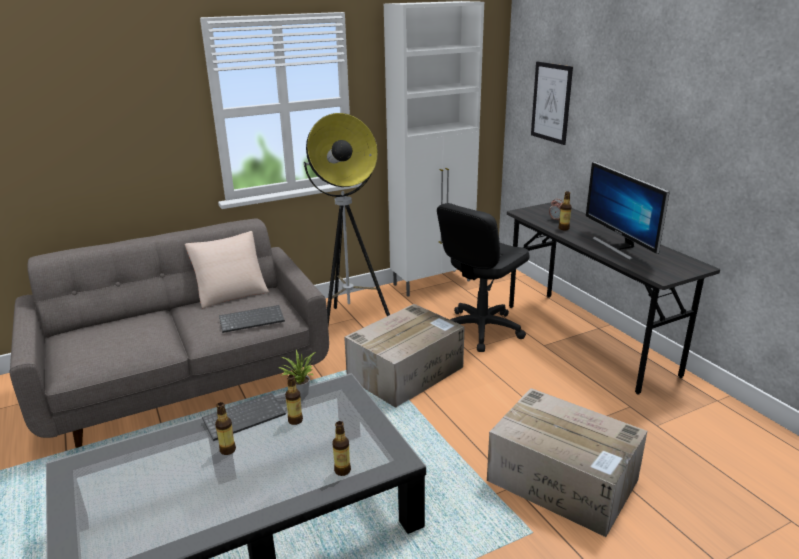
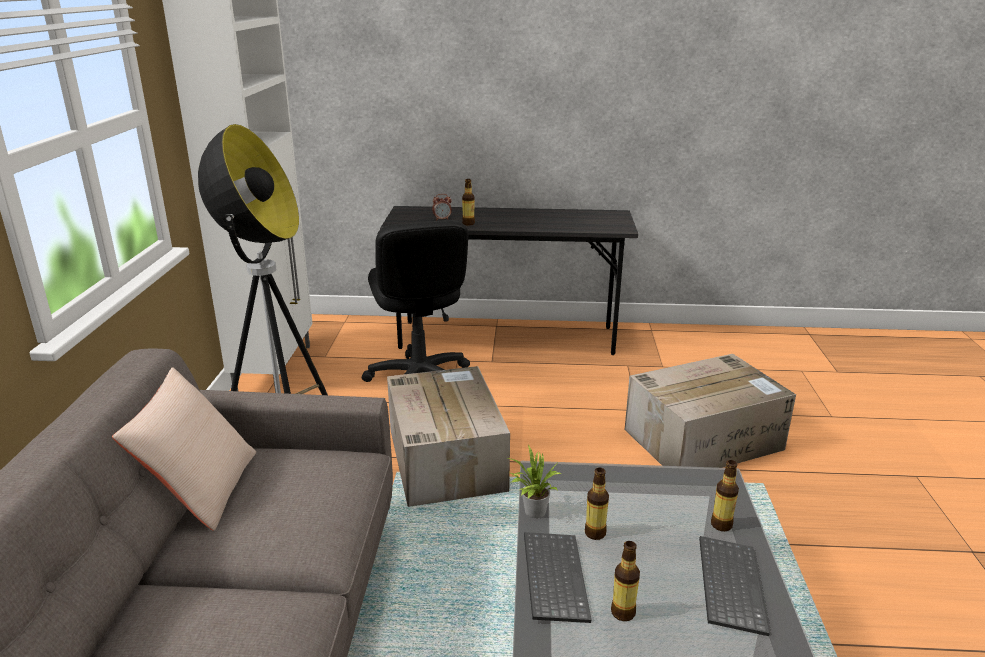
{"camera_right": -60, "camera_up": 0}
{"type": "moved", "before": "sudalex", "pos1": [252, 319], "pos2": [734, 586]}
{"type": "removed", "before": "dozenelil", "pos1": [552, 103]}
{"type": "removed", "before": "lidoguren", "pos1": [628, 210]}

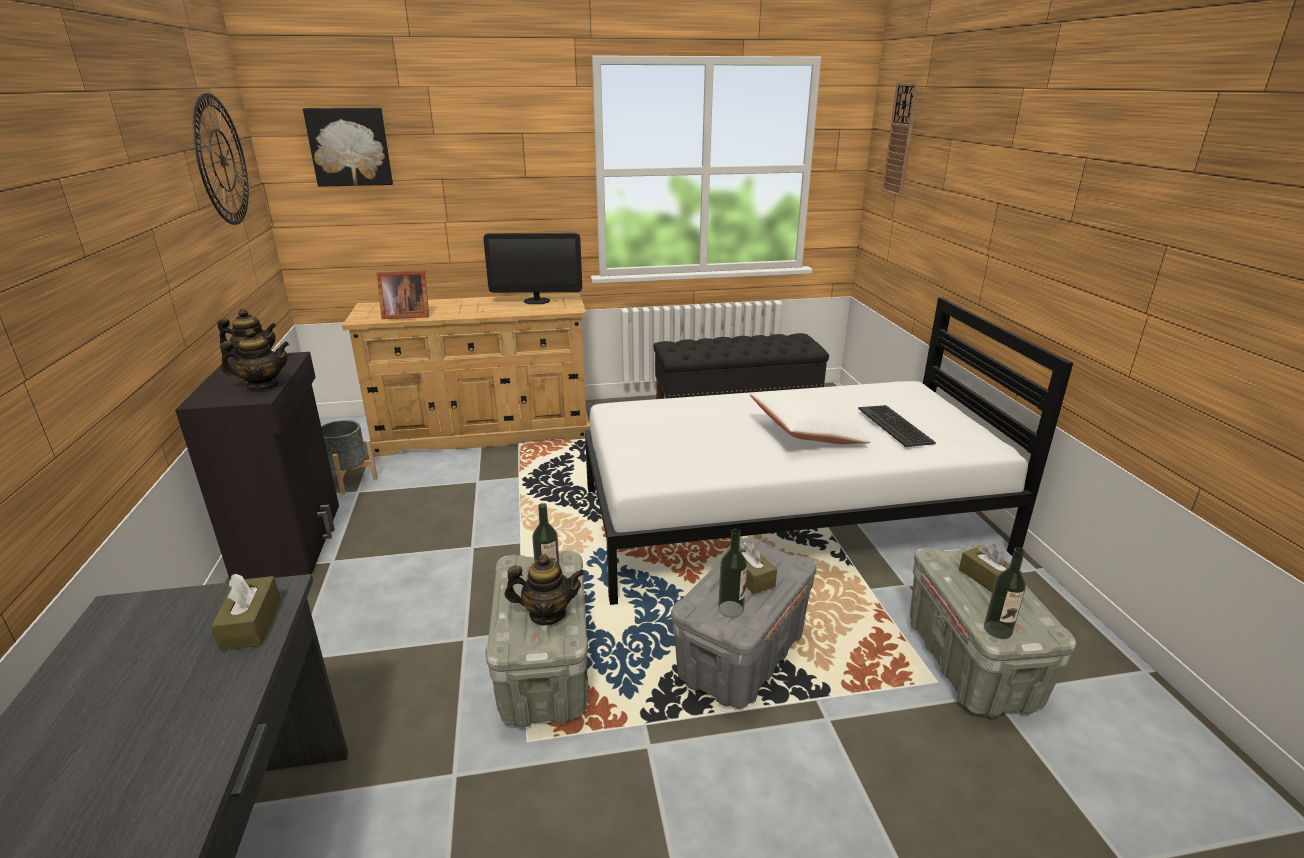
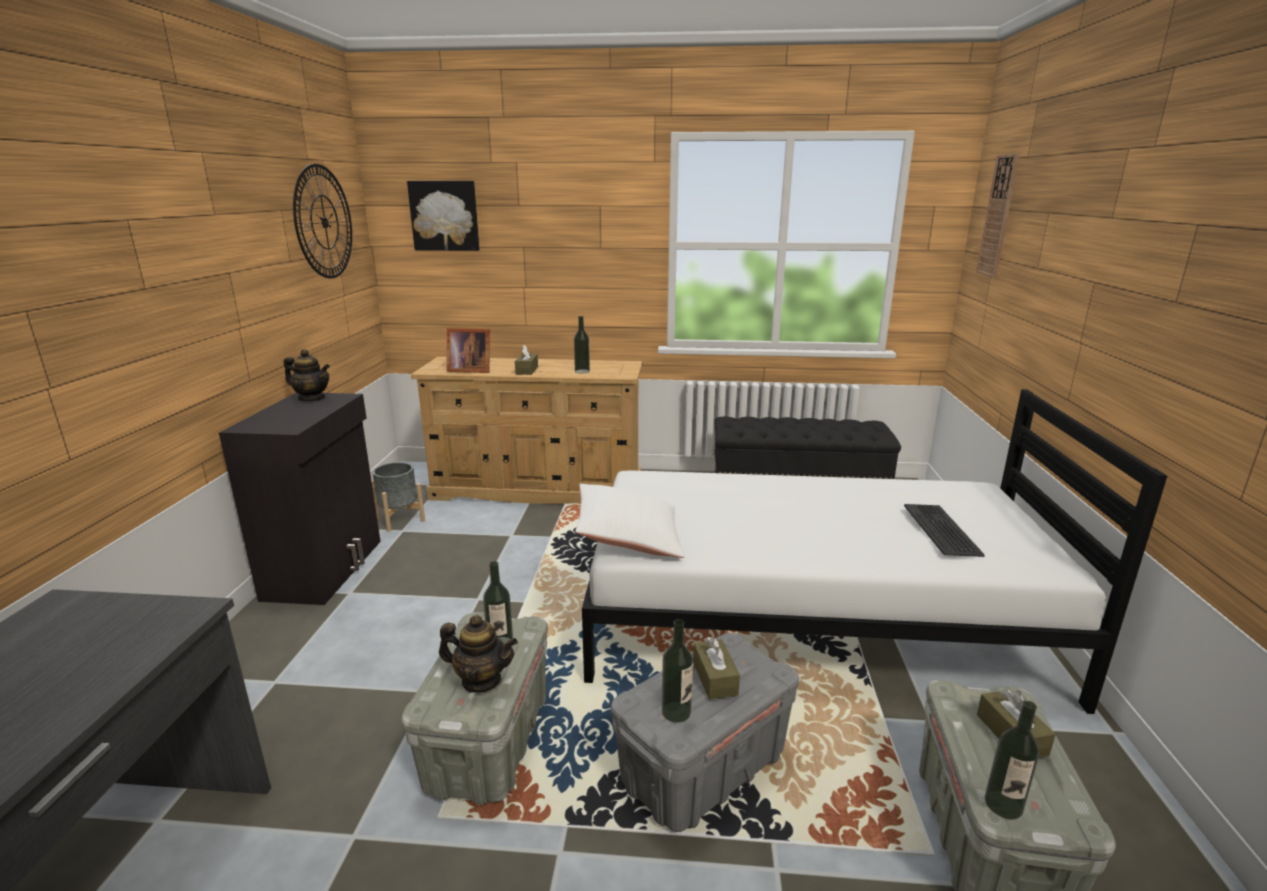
{"camera_right": 15, "camera_up": -5}
{"type": "moved", "before": "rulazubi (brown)", "pos1": [246, 612], "pos2": [526, 359]}
{"type": "removed", "before": "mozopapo", "pos1": [255, 359]}
{"type": "removed", "before": "lidoguren", "pos1": [532, 268]}
{"type": "moved", "before": "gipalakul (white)", "pos1": [810, 418], "pos2": [630, 521]}
{"type": "added", "after": "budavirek", "pos2": [582, 345]}

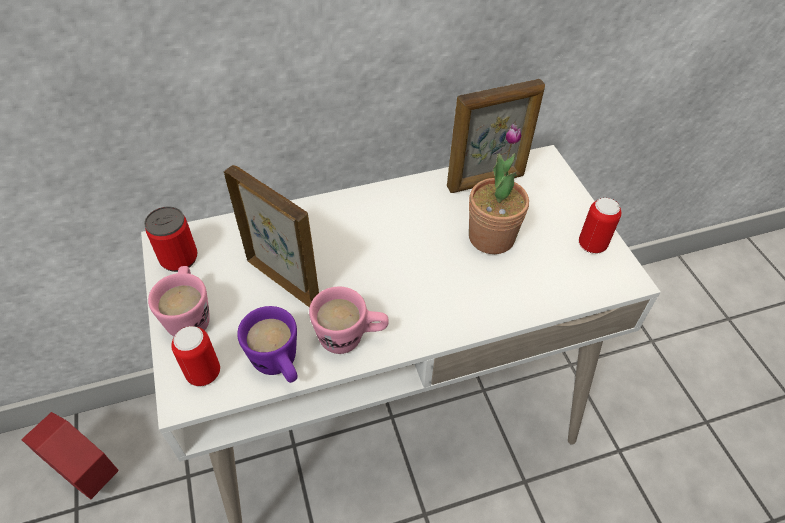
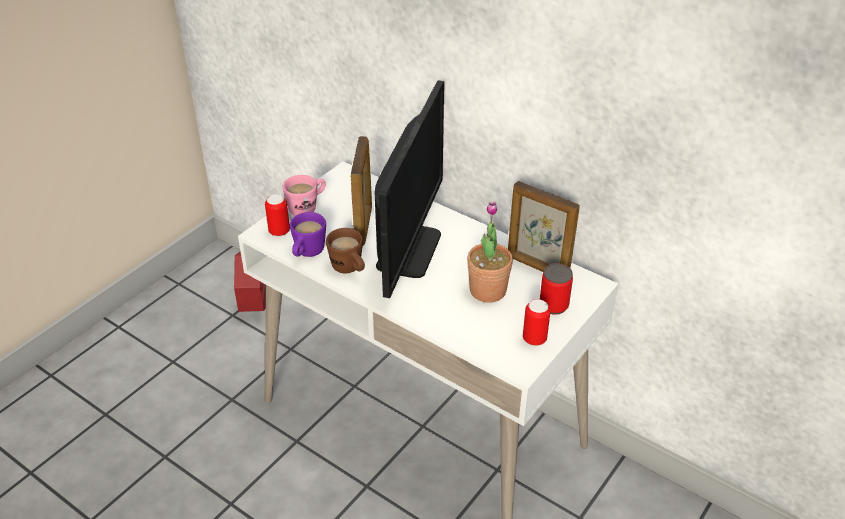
{"camera_right": 55, "camera_up": -10}
{"type": "moved", "before": "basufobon", "pos1": [171, 239], "pos2": [556, 289]}
{"type": "recoloured", "before": "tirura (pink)", "after": "tirura (brown)", "pos1": [349, 320], "pos2": [345, 250]}
{"type": "added", "after": "lidoguren", "pos2": [409, 189]}

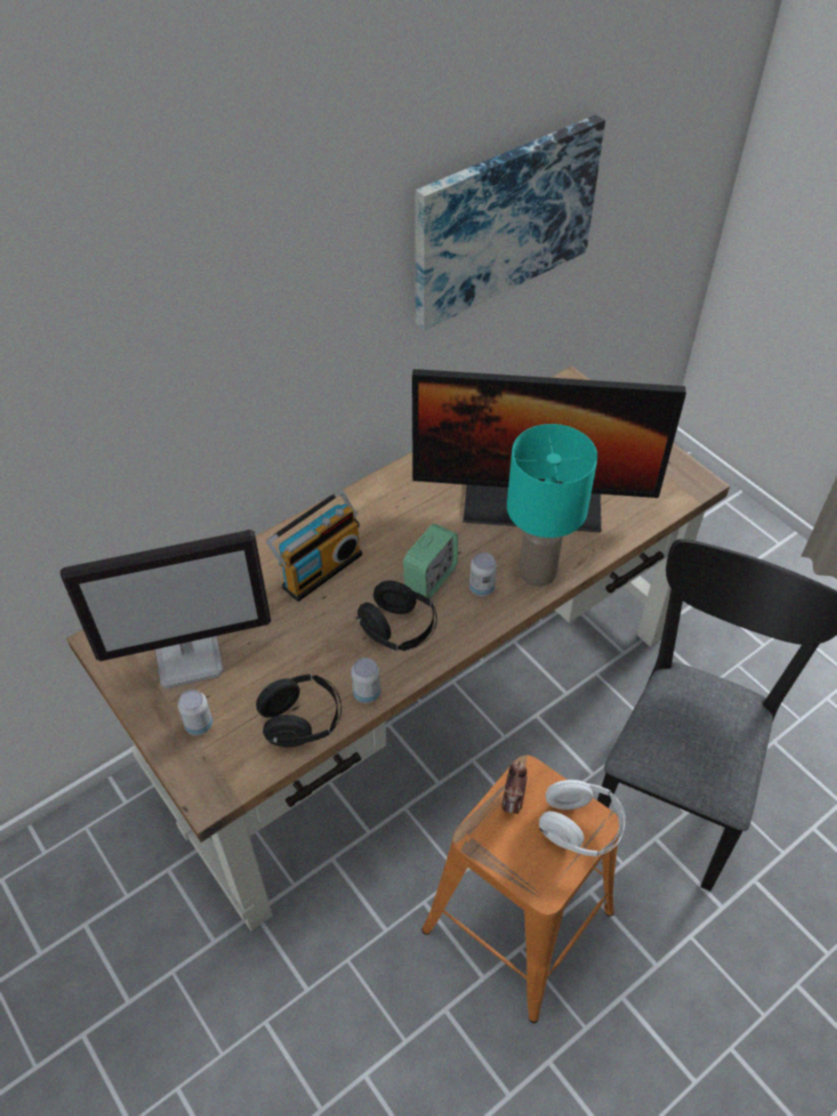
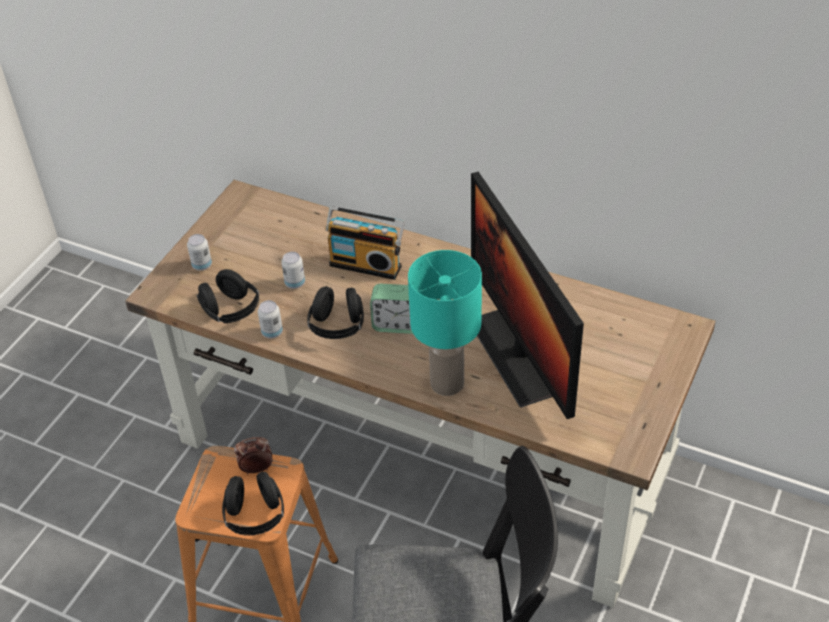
{"camera_right": 65, "camera_up": -5}
{"type": "removed", "before": "lidoguren", "pos1": [165, 609]}
{"type": "removed", "before": "dozenelil", "pos1": [510, 223]}
{"type": "moved", "before": "basufobon", "pos1": [483, 574], "pos2": [293, 270]}
{"type": "recoloured", "before": "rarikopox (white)", "after": "rarikopox (black)", "pos1": [582, 818], "pos2": [253, 504]}

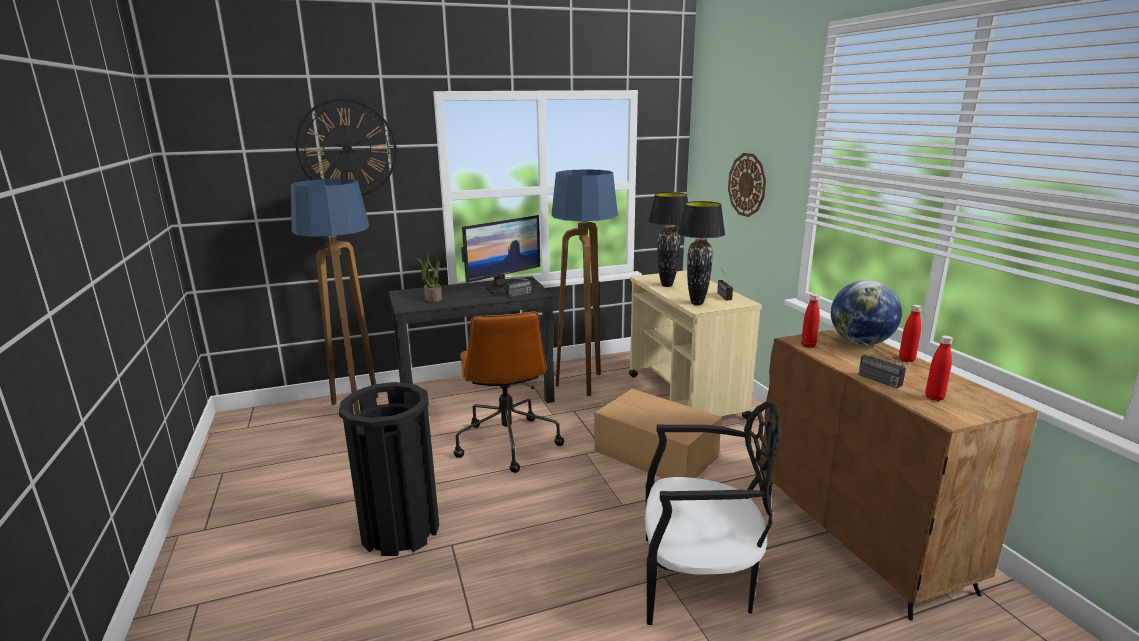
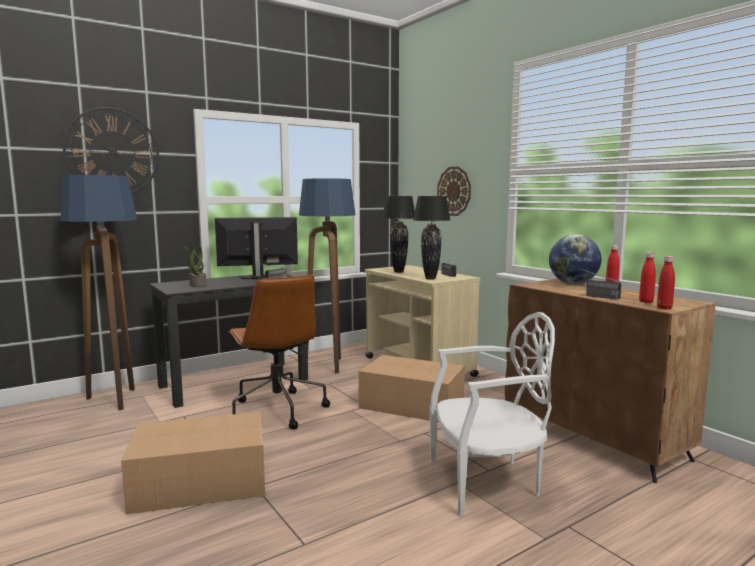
{"camera_right": -15, "camera_up": -10}
{"type": "replaced", "before": "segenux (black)", "after": "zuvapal", "pos1": [389, 469], "pos2": [193, 463]}
{"type": "turned", "before": "lidoguren", "pos1": [500, 254], "pos2": [256, 248], "turn": -135}
{"type": "recoloured", "before": "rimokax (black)", "after": "rimokax (white)", "pos1": [713, 513], "pos2": [492, 414]}
{"type": "moved", "before": "budavirek (red)", "pos1": [810, 321], "pos2": [666, 283]}

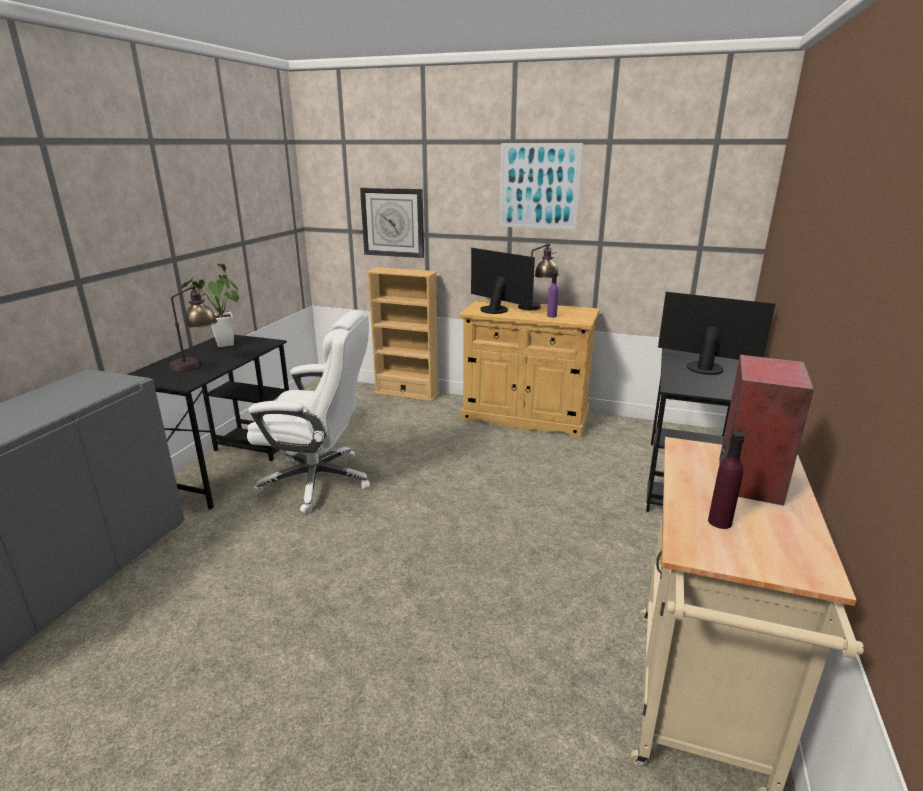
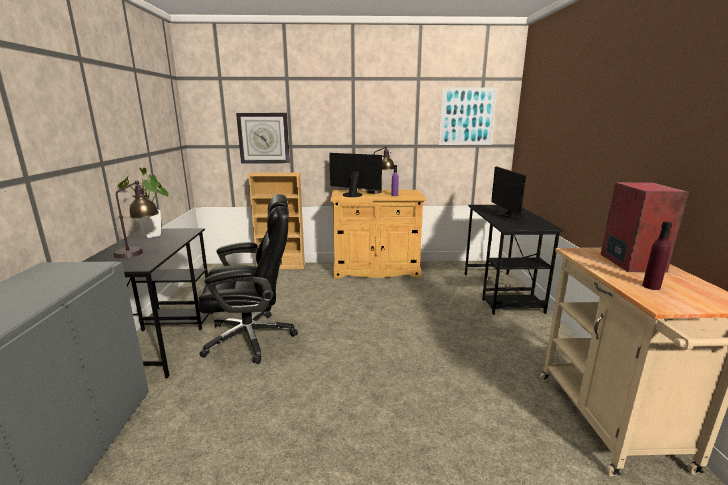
{"camera_right": -20, "camera_up": -5}
{"type": "recoloured", "before": "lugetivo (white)", "after": "lugetivo (black)", "pos1": [308, 412], "pos2": [248, 279]}
{"type": "moved", "before": "dozenelil", "pos1": [541, 186], "pos2": [468, 116]}
{"type": "turned", "before": "lidoguren", "pos1": [717, 333], "pos2": [508, 192], "turn": -105}

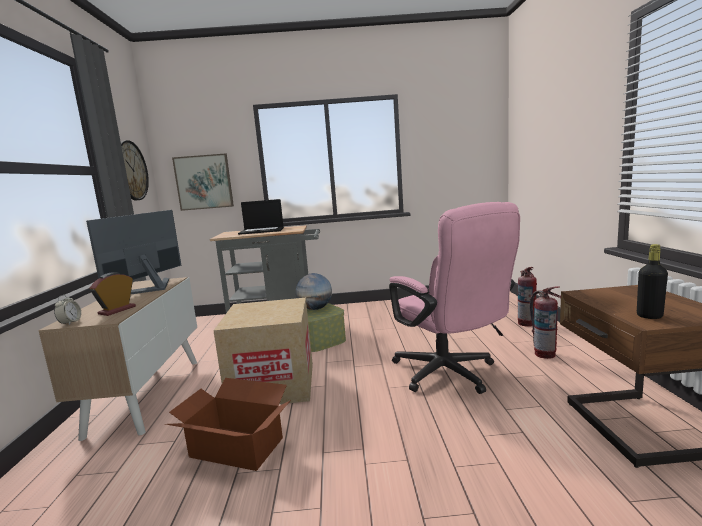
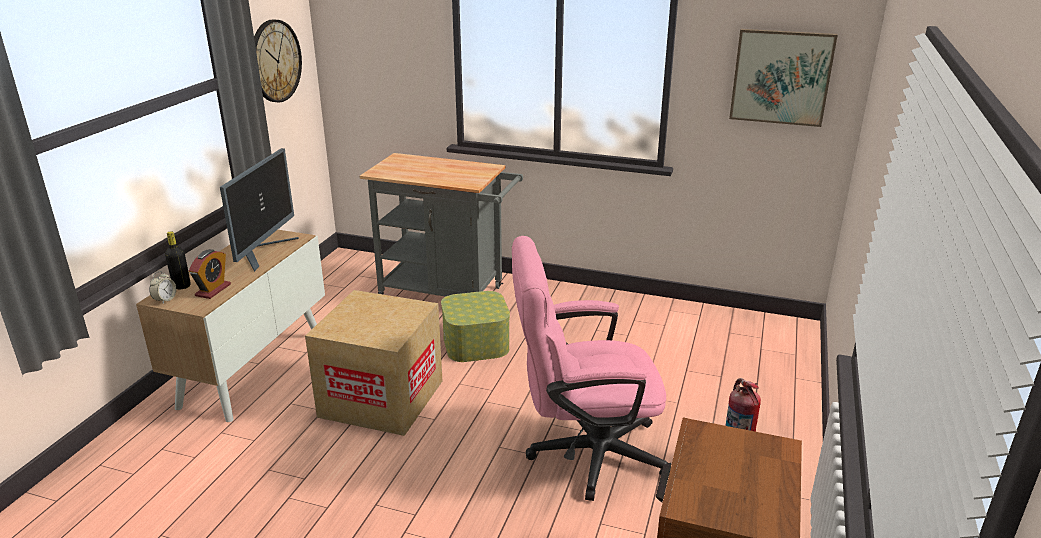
{"camera_right": 20, "camera_up": 15}
{"type": "turned", "before": "lidoguren", "pos1": [133, 252], "pos2": [259, 210], "turn": 150}
{"type": "turned", "before": "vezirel", "pos1": [113, 294], "pos2": [210, 274], "turn": 150}
{"type": "removed", "before": "zuvapal", "pos1": [228, 424]}
{"type": "moved", "before": "dozenelil", "pos1": [203, 182], "pos2": [783, 78]}
{"type": "removed", "before": "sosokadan", "pos1": [261, 217]}
{"type": "removed", "before": "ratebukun", "pos1": [314, 291]}
{"type": "turned", "before": "lugetivo (pink)", "pos1": [454, 298], "pos2": [591, 368], "turn": 90}
{"type": "removed", "before": "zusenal", "pos1": [527, 297]}
{"type": "moved", "before": "budavirek (black)", "pos1": [652, 281], "pos2": [178, 260]}

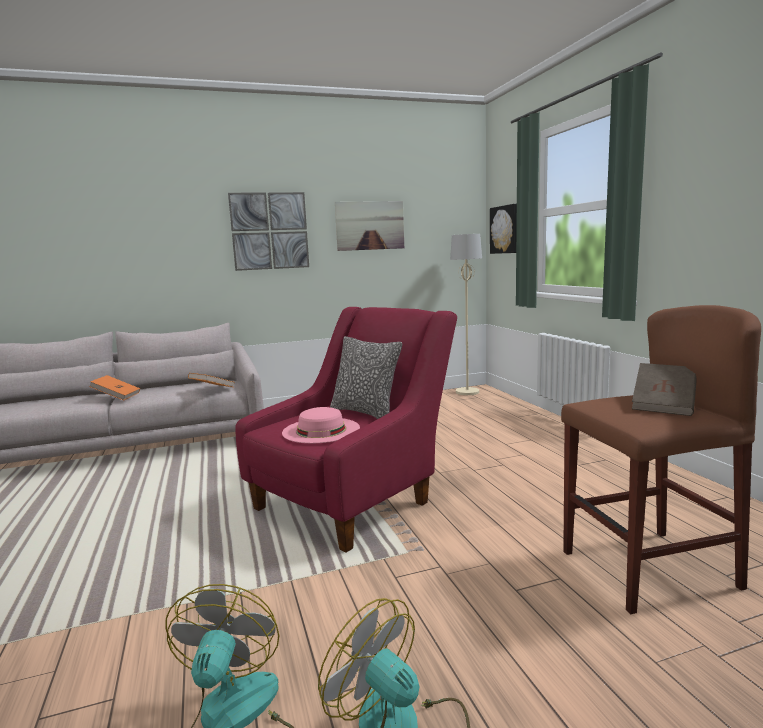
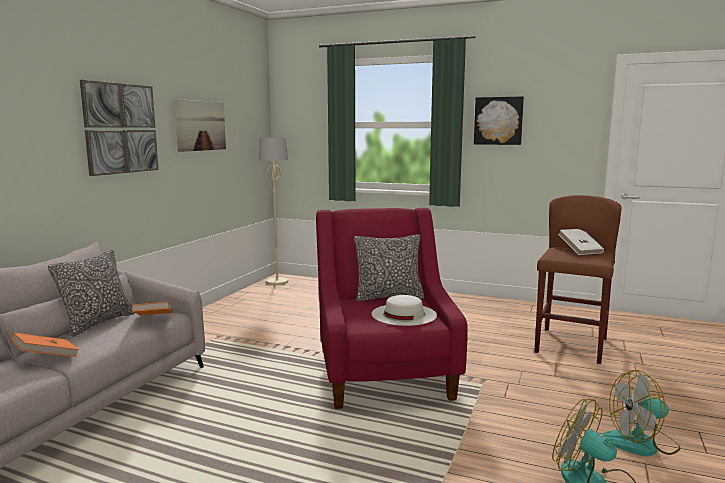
{"camera_right": -50, "camera_up": 0}
{"type": "recoloured", "before": "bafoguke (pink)", "after": "bafoguke (white)", "pos1": [321, 425], "pos2": [404, 310]}
{"type": "moved", "before": "dozenelil", "pos1": [503, 229], "pos2": [499, 120]}
{"type": "recoloured", "before": "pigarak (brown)", "after": "pigarak (white)", "pos1": [664, 389], "pos2": [581, 242]}
{"type": "added", "after": "gipalakul", "pos2": [91, 293]}

